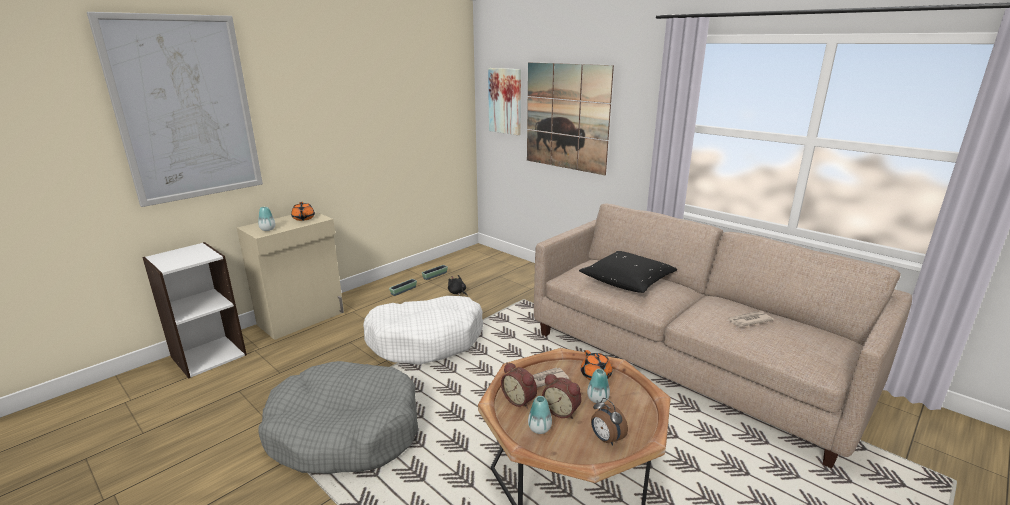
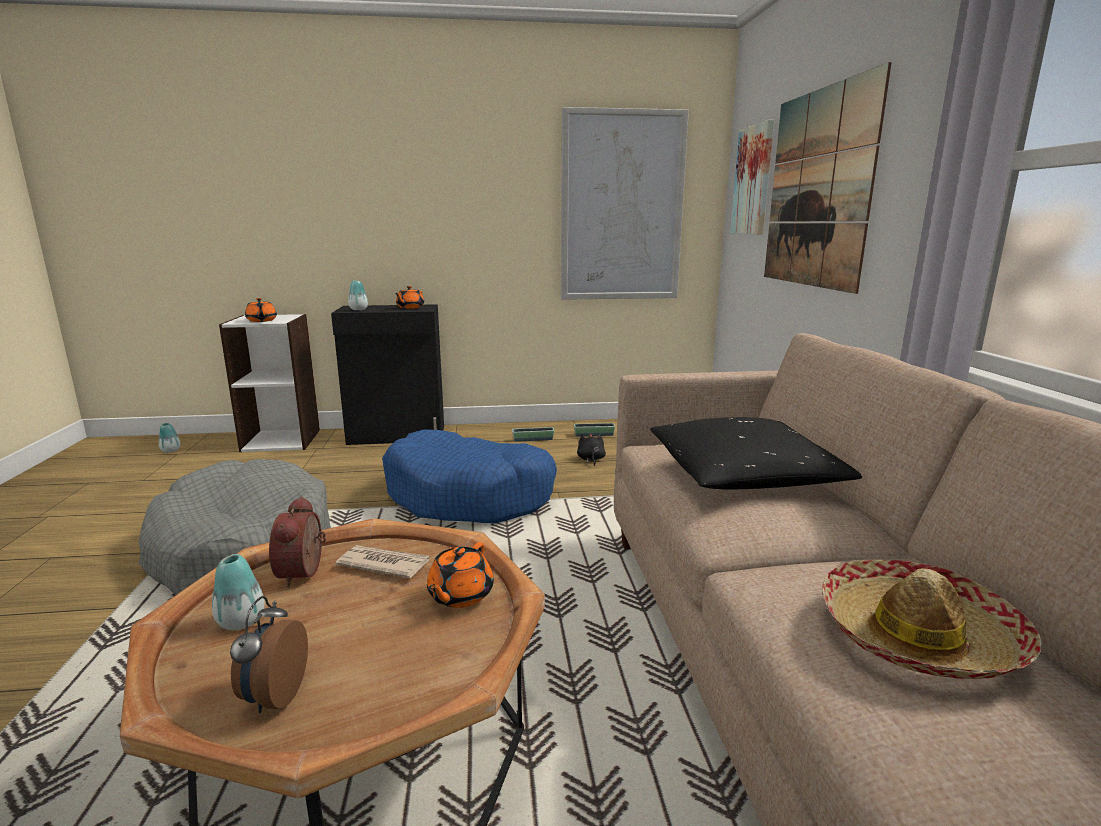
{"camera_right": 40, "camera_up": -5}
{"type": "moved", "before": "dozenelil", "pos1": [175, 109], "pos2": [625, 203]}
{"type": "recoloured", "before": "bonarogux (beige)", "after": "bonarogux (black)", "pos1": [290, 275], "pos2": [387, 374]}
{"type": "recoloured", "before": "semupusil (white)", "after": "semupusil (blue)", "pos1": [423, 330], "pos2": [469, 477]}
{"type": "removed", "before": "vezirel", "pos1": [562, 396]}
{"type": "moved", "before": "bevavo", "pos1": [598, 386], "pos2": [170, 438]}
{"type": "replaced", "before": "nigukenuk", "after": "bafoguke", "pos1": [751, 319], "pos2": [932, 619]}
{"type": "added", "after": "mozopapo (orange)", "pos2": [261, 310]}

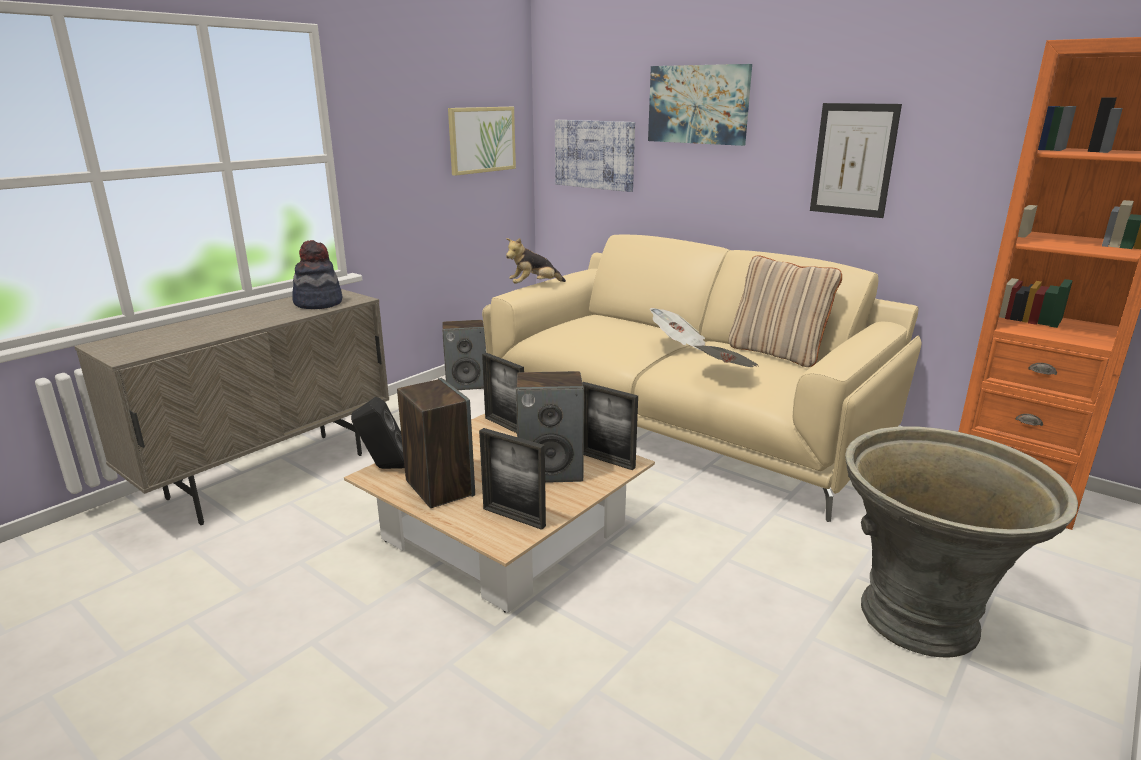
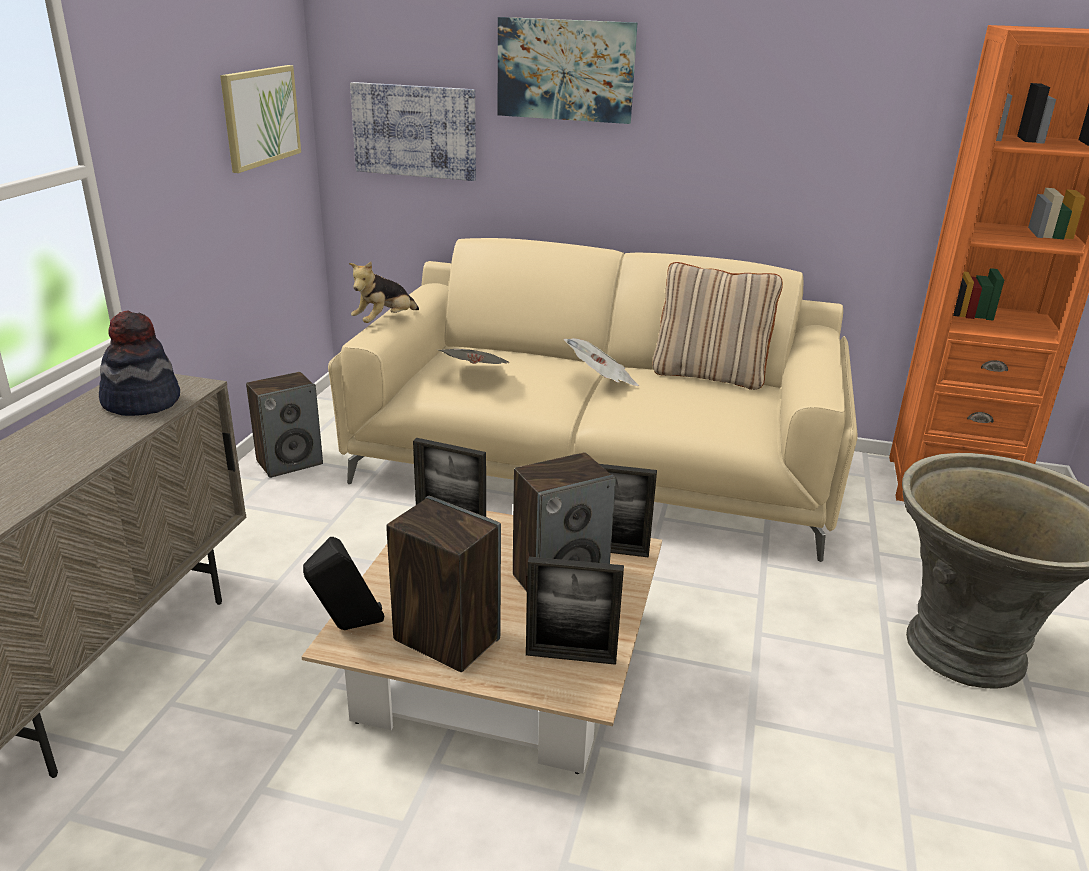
{"camera_right": -25, "camera_up": 5}
{"type": "moved", "before": "nigukenuk", "pos1": [726, 356], "pos2": [474, 356]}
{"type": "removed", "before": "dozenelil", "pos1": [856, 160]}

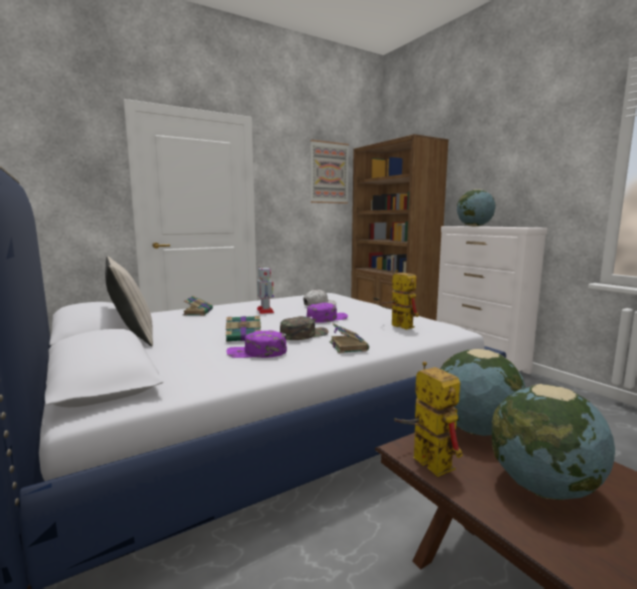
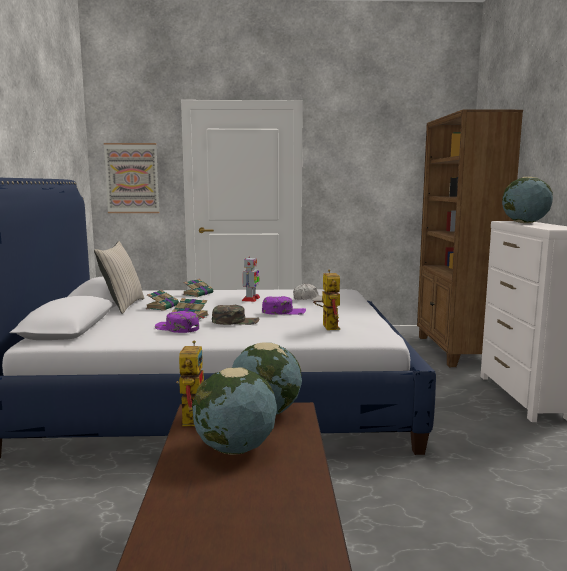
{"camera_right": 30, "camera_up": 0}
{"type": "moved", "before": "dozenelil", "pos1": [330, 172], "pos2": [131, 178]}
{"type": "moved", "before": "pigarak", "pos1": [349, 338], "pos2": [162, 300]}

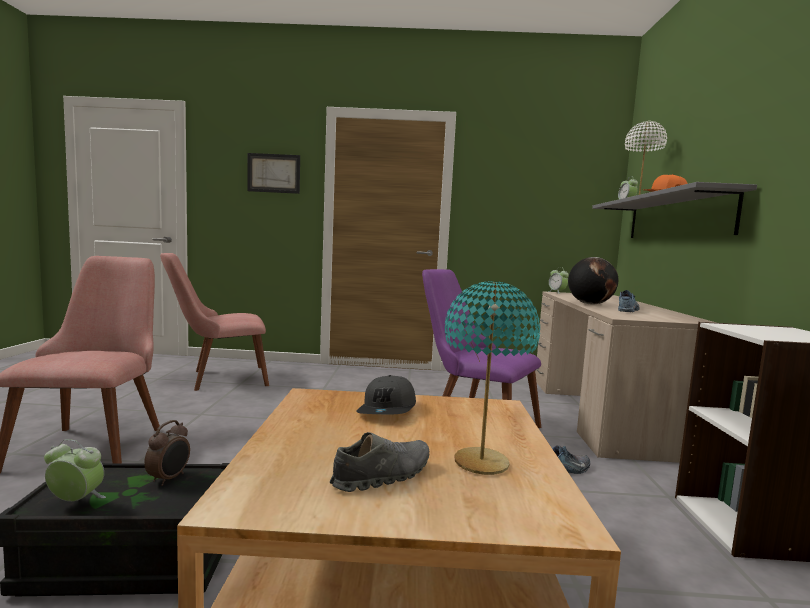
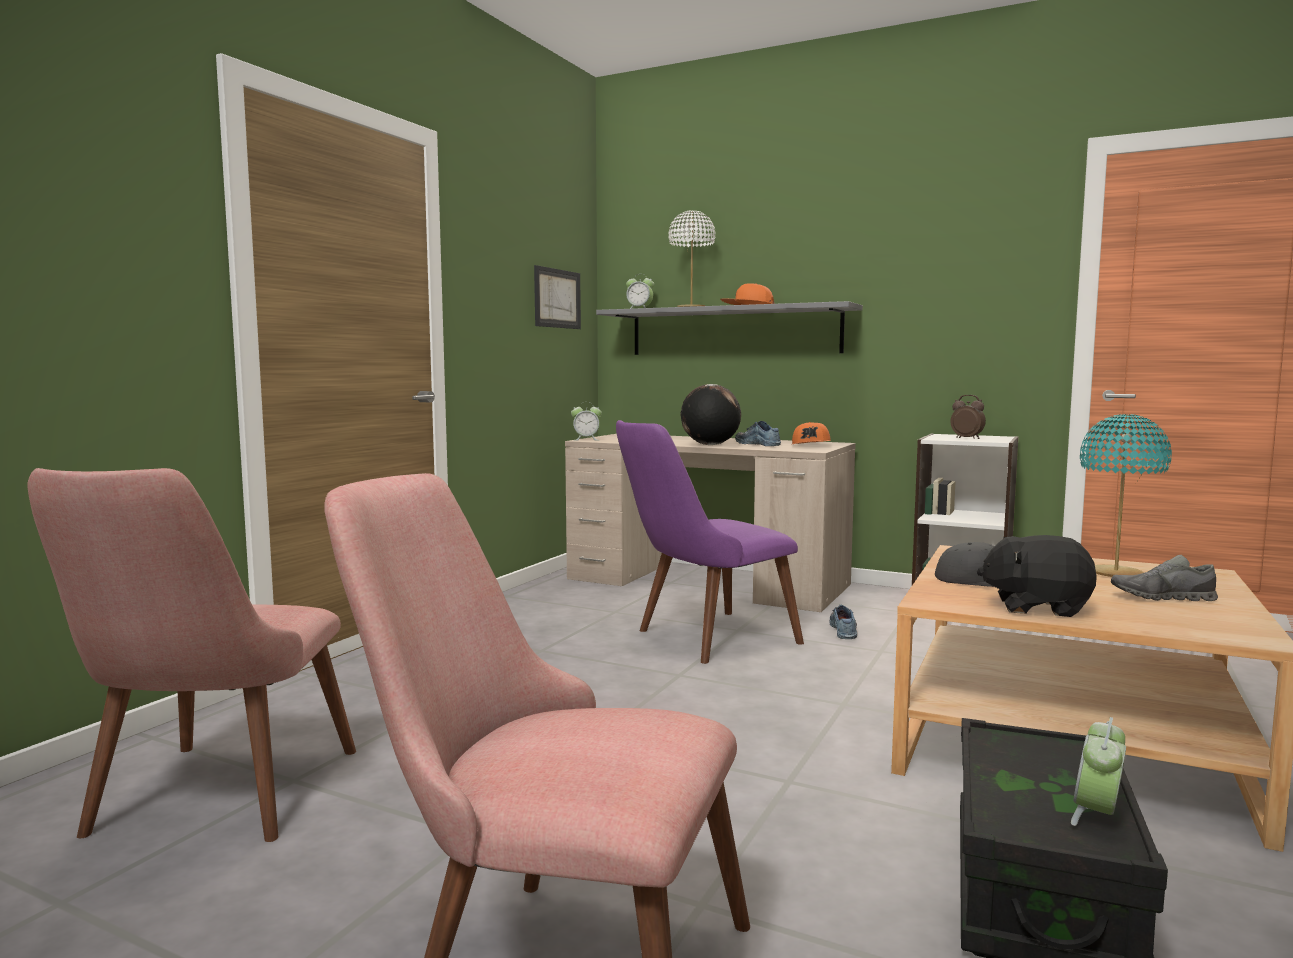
{"camera_right": -65, "camera_up": 0}
{"type": "moved", "before": "vezirel", "pos1": [167, 453], "pos2": [968, 417]}
{"type": "moved", "before": "dozenelil", "pos1": [273, 173], "pos2": [557, 297]}
{"type": "turned", "before": "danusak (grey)", "pos1": [379, 462], "pos2": [1164, 578], "turn": -75}
{"type": "added", "after": "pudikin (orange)", "pos2": [811, 433]}
{"type": "added", "after": "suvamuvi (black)", "pos2": [1037, 576]}

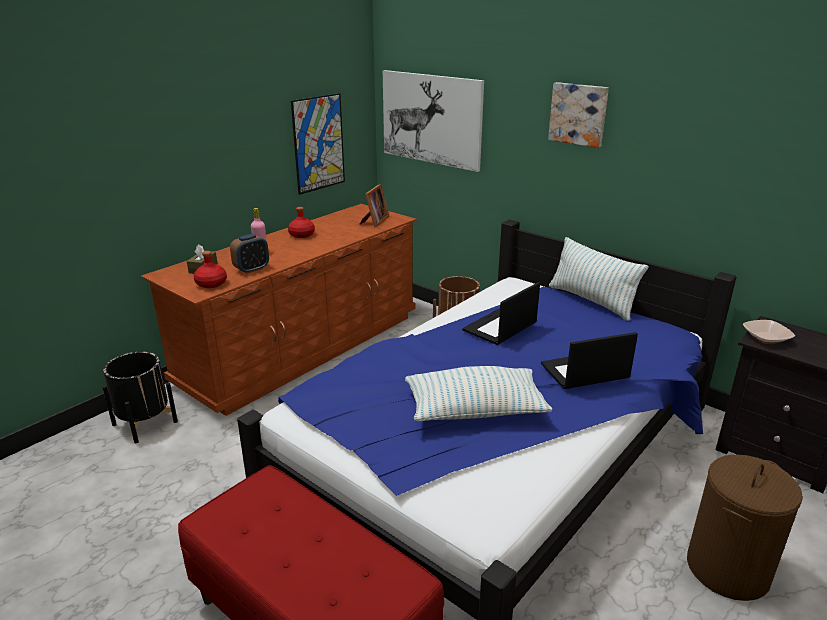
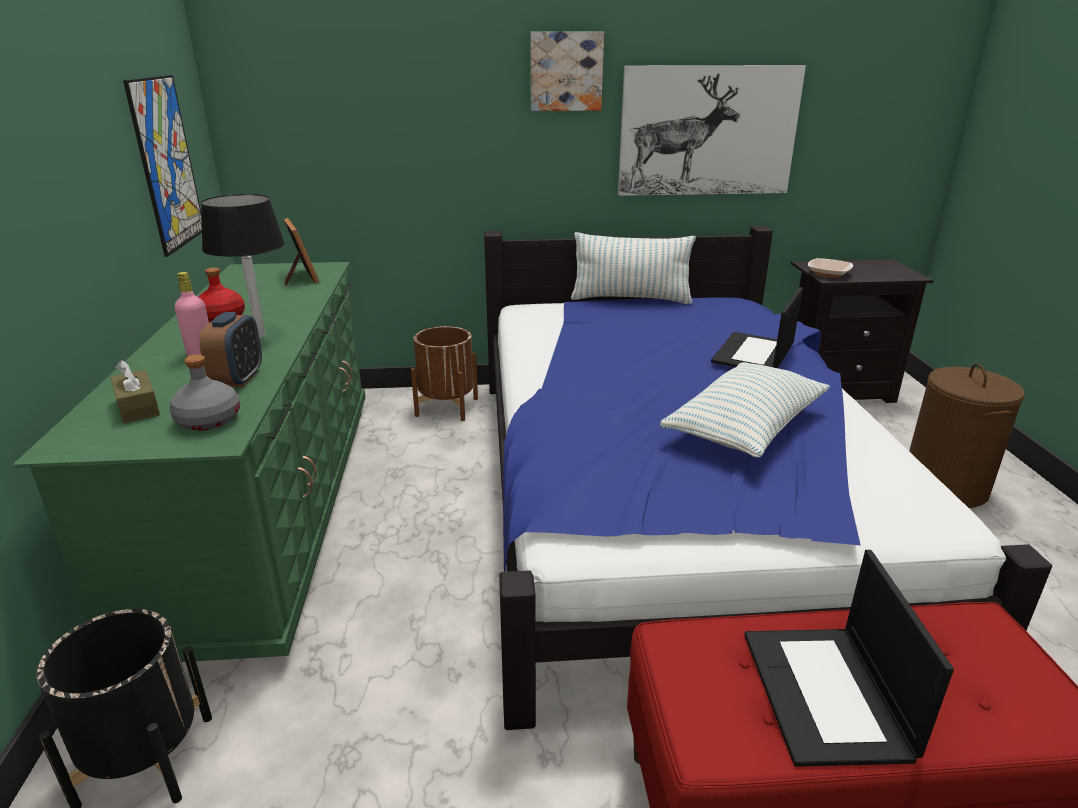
{"camera_right": -45, "camera_up": 0}
{"type": "recoloured", "before": "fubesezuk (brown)", "after": "fubesezuk (green)", "pos1": [279, 310], "pos2": [190, 462]}
{"type": "recoloured", "before": "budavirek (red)", "after": "budavirek (grey)", "pos1": [210, 269], "pos2": [204, 392]}
{"type": "moved", "before": "dozenelil", "pos1": [433, 121], "pos2": [712, 130]}
{"type": "moved", "before": "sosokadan", "pos1": [501, 313], "pos2": [849, 658]}
{"type": "added", "after": "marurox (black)", "pos2": [243, 266]}

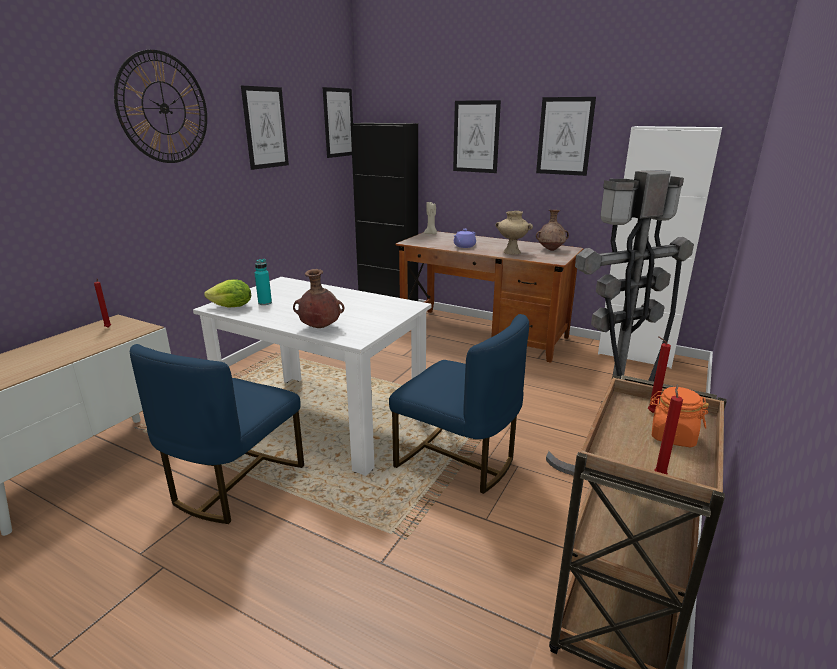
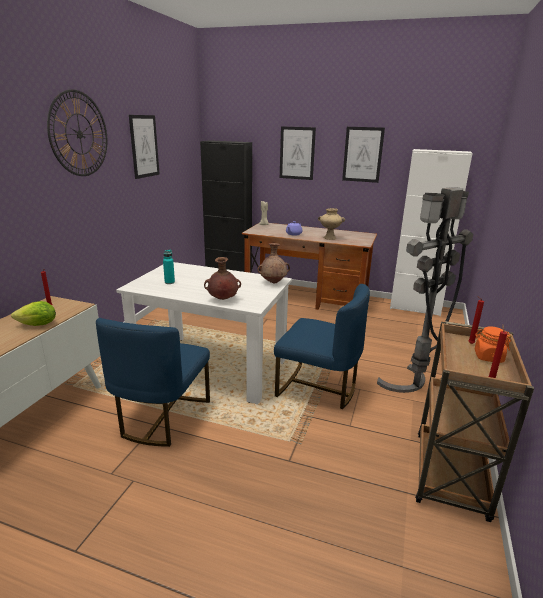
{"camera_right": -10, "camera_up": 0}
{"type": "moved", "before": "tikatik", "pos1": [227, 293], "pos2": [33, 313]}
{"type": "removed", "before": "dozenelil", "pos1": [338, 122]}
{"type": "moved", "before": "bevavo (brown)", "pos1": [552, 230], "pos2": [273, 263]}

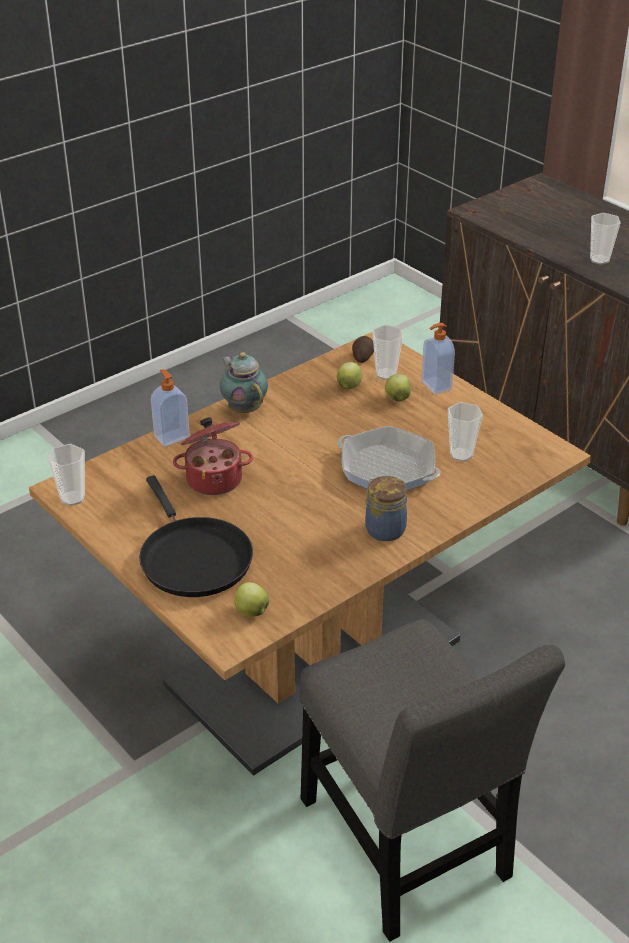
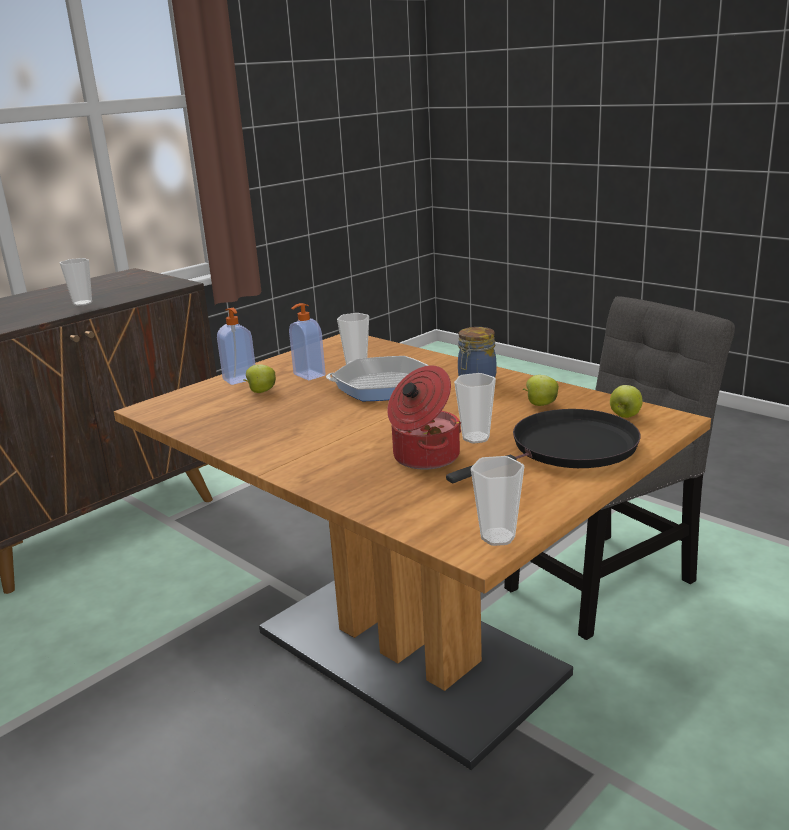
{"camera_right": -95, "camera_up": -15}
{"type": "moved", "before": "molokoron", "pos1": [170, 408], "pos2": [307, 342]}
{"type": "removed", "before": "mozopapo", "pos1": [244, 382]}
{"type": "moved", "before": "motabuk", "pos1": [349, 375], "pos2": [541, 390]}
{"type": "turned", "before": "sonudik", "pos1": [389, 458], "pos2": [377, 378], "turn": -120}
{"type": "removed", "before": "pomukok", "pos1": [363, 349]}
{"type": "moved", "before": "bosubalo", "pos1": [387, 352], "pos2": [475, 408]}

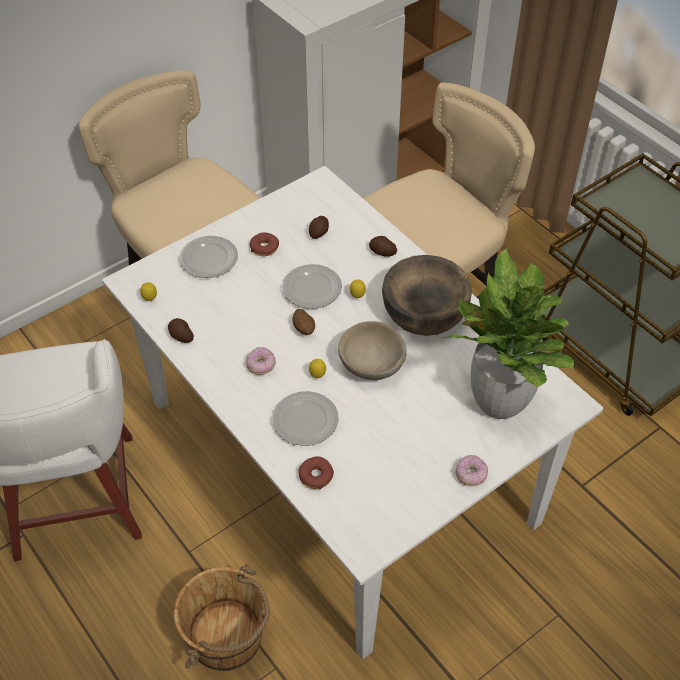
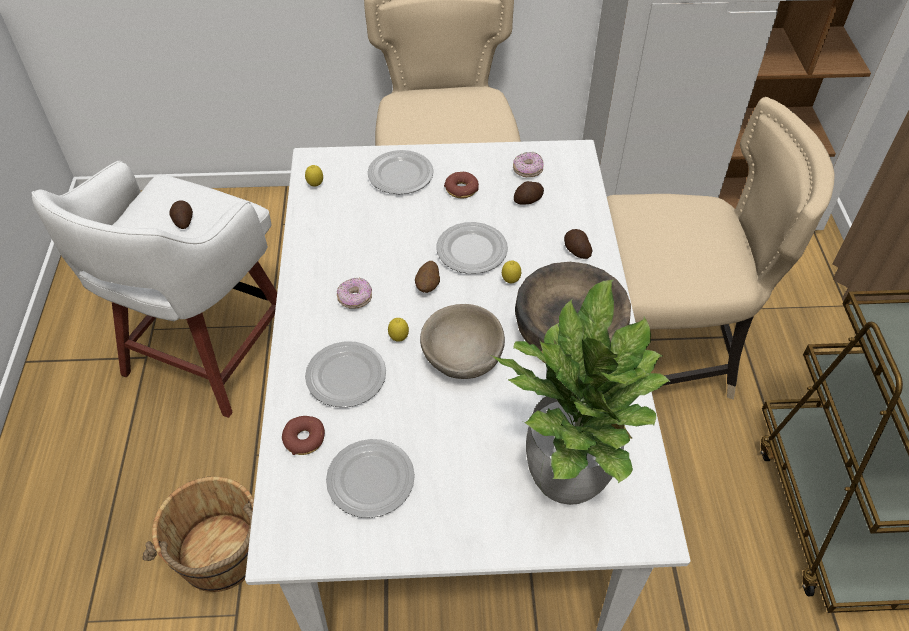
{"camera_right": 35, "camera_up": 0}
{"type": "moved", "before": "pomukok", "pos1": [181, 330], "pos2": [181, 214]}
{"type": "moved", "before": "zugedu", "pos1": [471, 470], "pos2": [528, 164]}
{"type": "added", "after": "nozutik", "pos2": [370, 478]}

